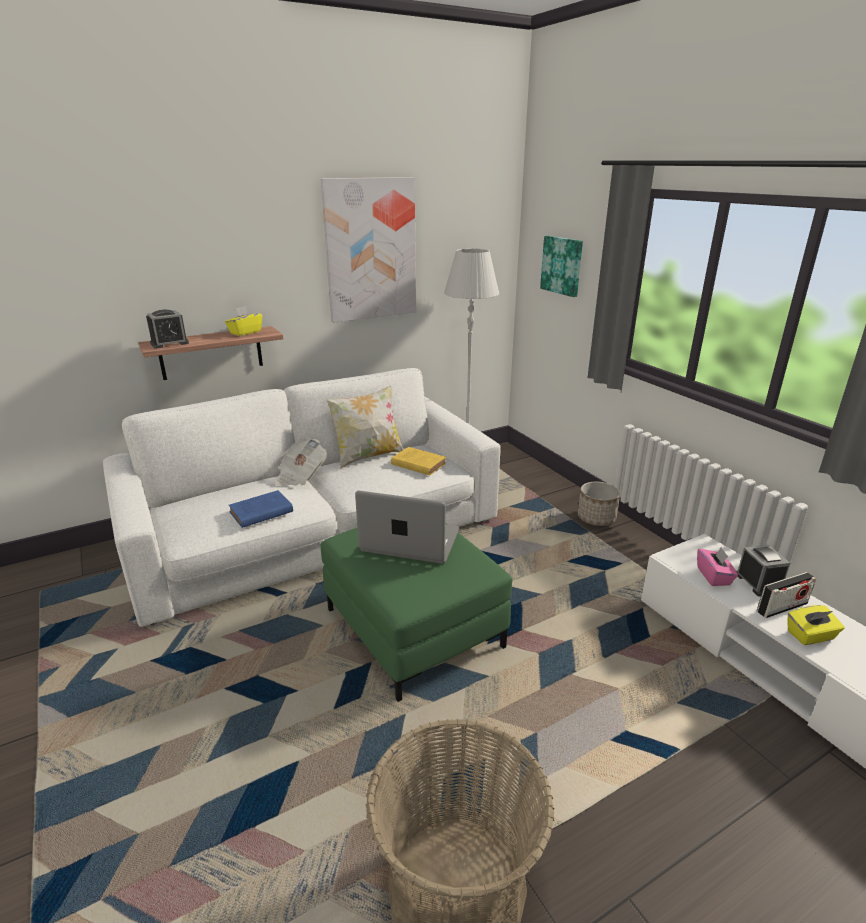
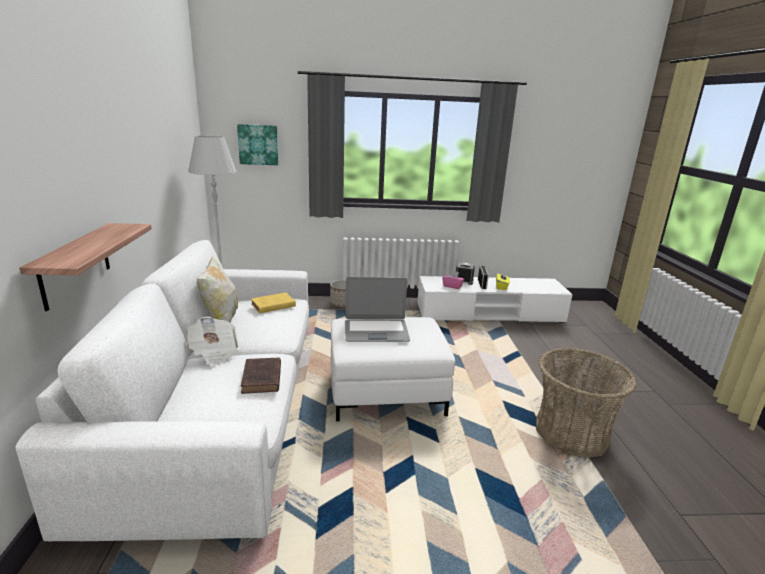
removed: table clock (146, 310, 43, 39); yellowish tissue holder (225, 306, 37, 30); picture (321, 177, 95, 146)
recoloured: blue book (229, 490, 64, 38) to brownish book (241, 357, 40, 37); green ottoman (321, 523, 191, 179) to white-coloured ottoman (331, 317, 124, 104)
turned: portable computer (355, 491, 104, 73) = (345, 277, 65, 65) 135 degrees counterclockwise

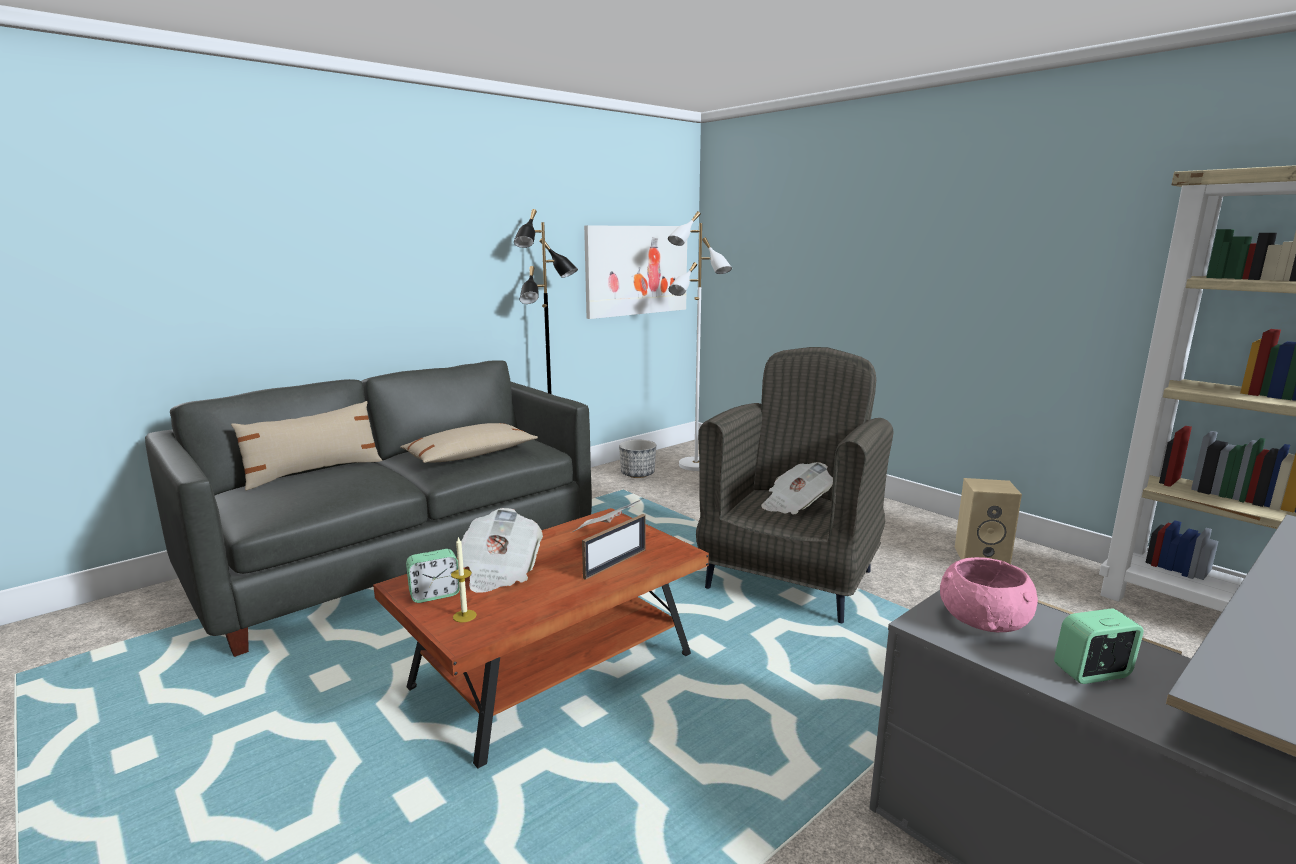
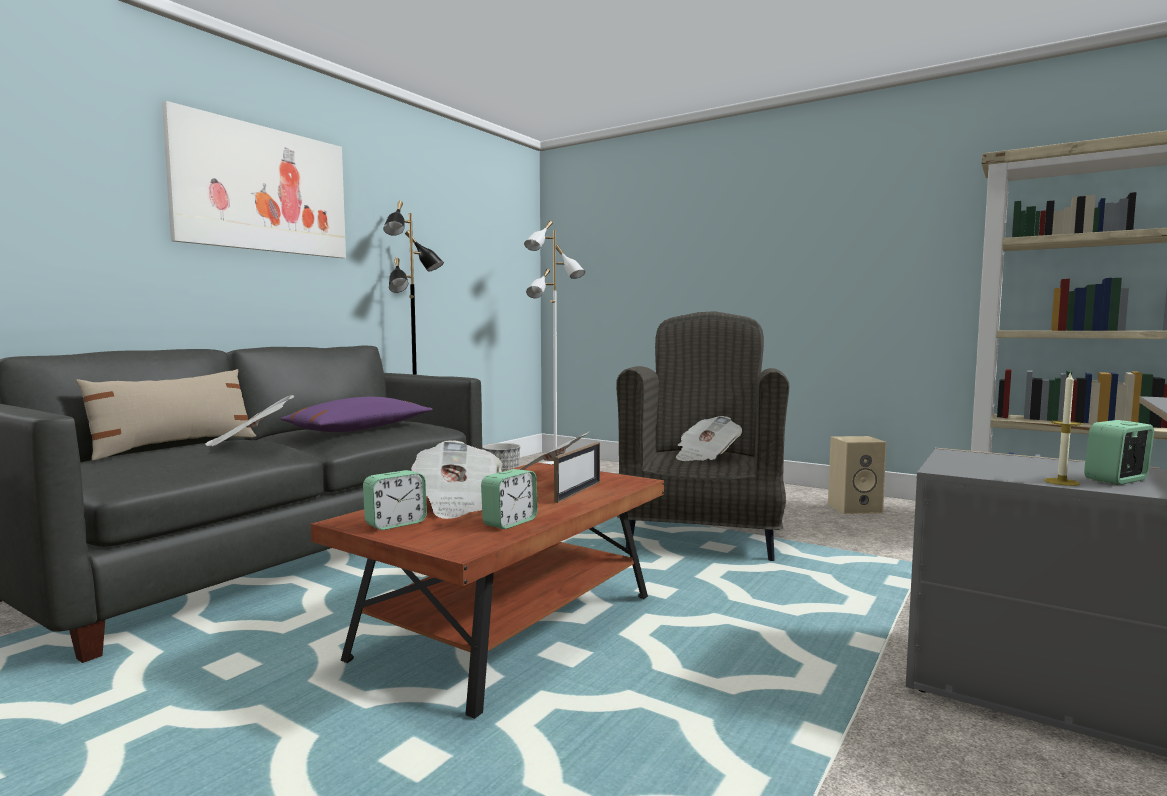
removed: pink deep dish (940, 557, 98, 75)
added: daily paper (205, 395, 89, 51); table clock (481, 469, 57, 60)
moved: picture (584, 226, 103, 93) to (162, 101, 184, 157); wax candle (451, 537, 26, 85) to (1044, 372, 38, 114)
recoloured: beige cushion (400, 423, 138, 40) to purple-coloured cushion (280, 397, 153, 35)

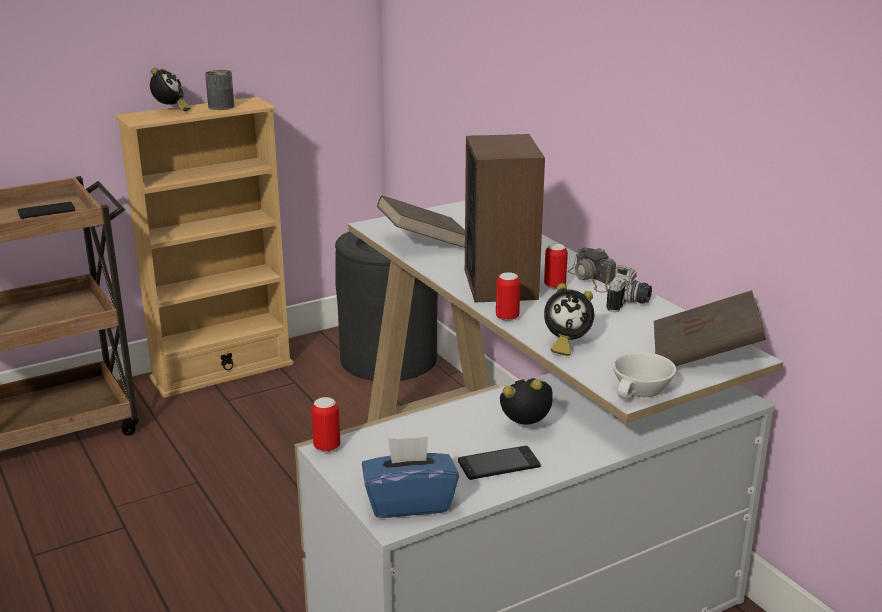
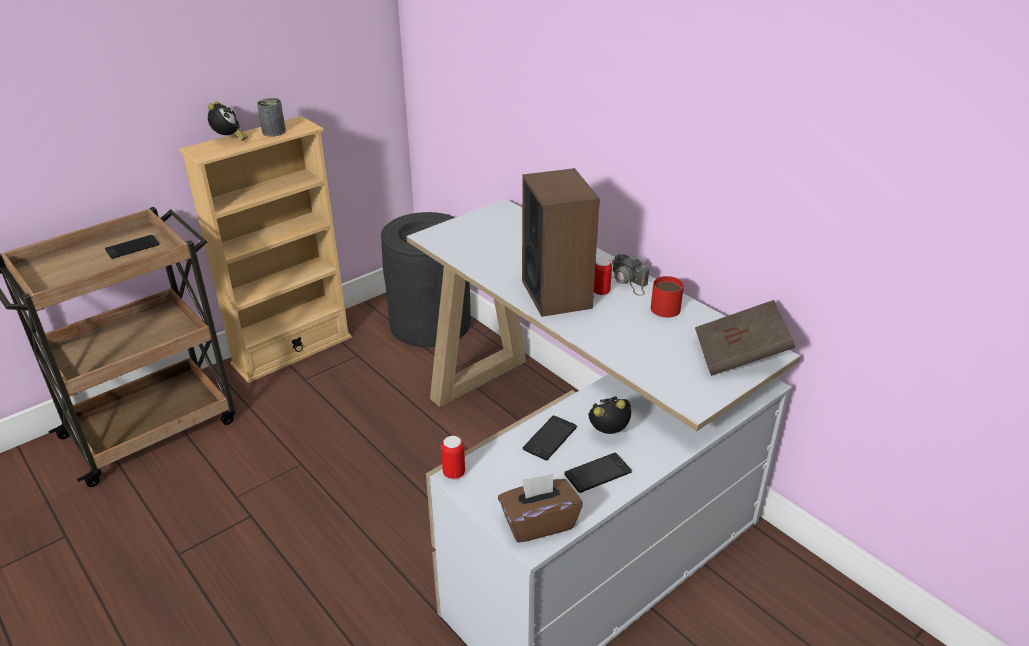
removed: brownish book (377, 195, 88, 53); metal can (496, 272, 24, 49); table clock (544, 283, 50, 73); white-coloured drinking cup (612, 352, 64, 47)
added: telephone (523, 416, 54, 44)
replaced: still camera (606, 266, 46, 46) to reddish tea mug (651, 276, 33, 42)
recoloured: blue tissue holder (362, 436, 97, 82) to brownish tissue holder (498, 474, 85, 69)

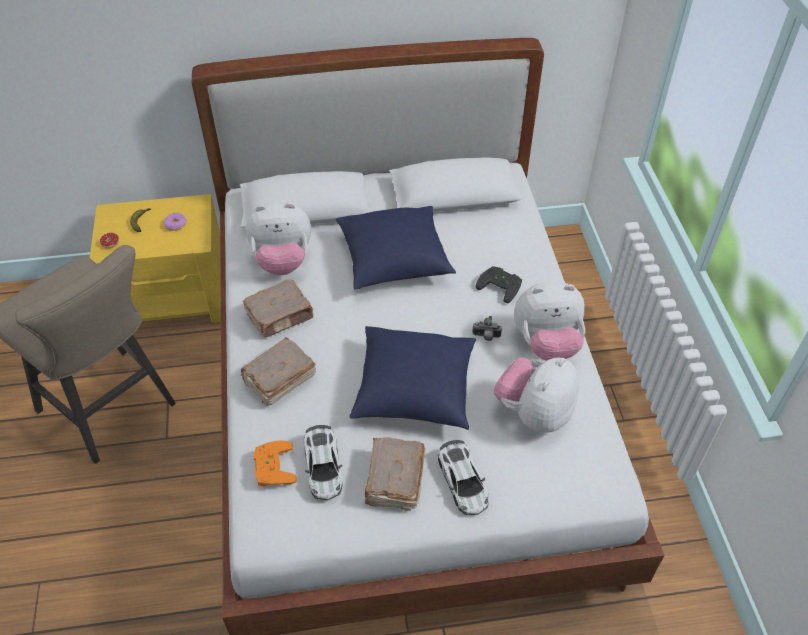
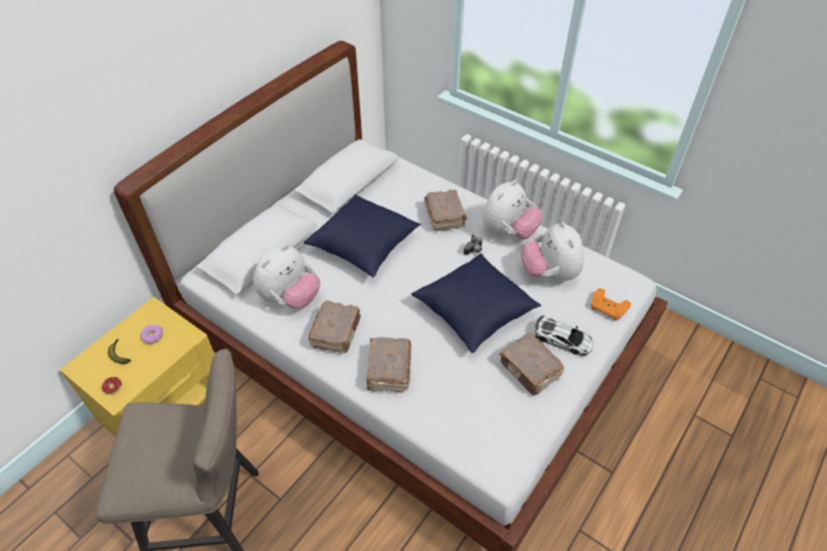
removed: miniature car (303, 425, 39, 75)
moved: orangey gamepad (254, 441, 42, 46) to (591, 288, 40, 33)
replaced: black-coloured gamepad (476, 266, 46, 38) to brownish book (424, 189, 43, 42)

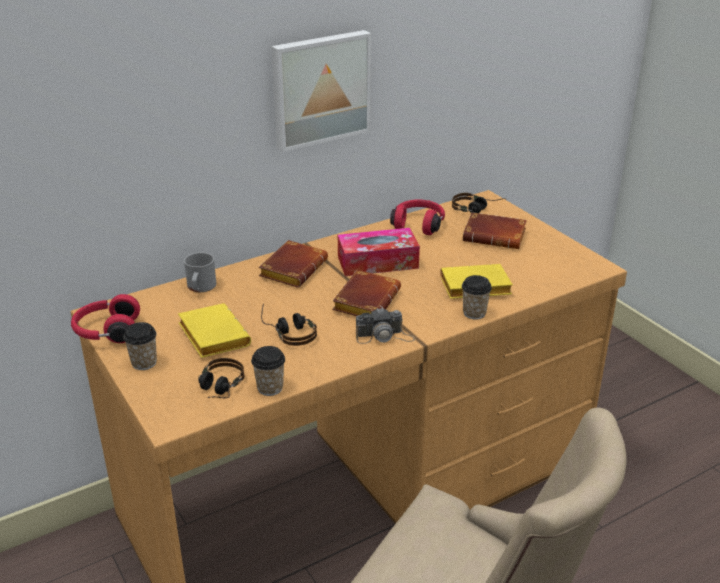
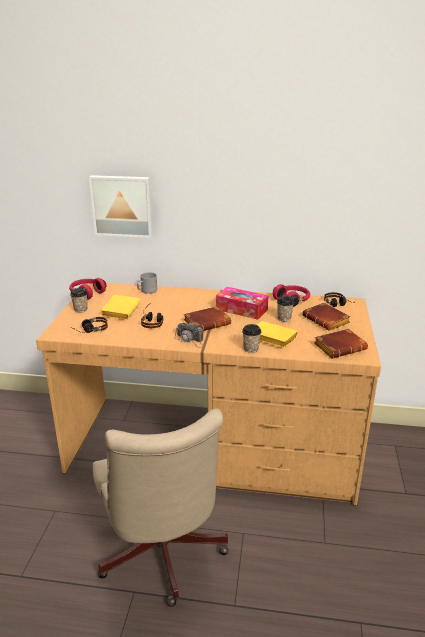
moved: picture (271, 30, 100, 122) to (89, 175, 64, 63); drinking cup (251, 346, 34, 50) to (277, 296, 17, 26); brownish book (259, 240, 69, 48) to (314, 329, 54, 30)

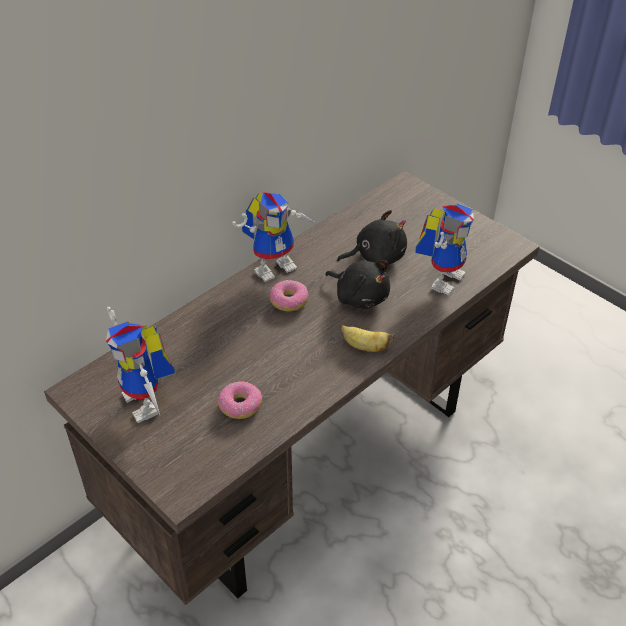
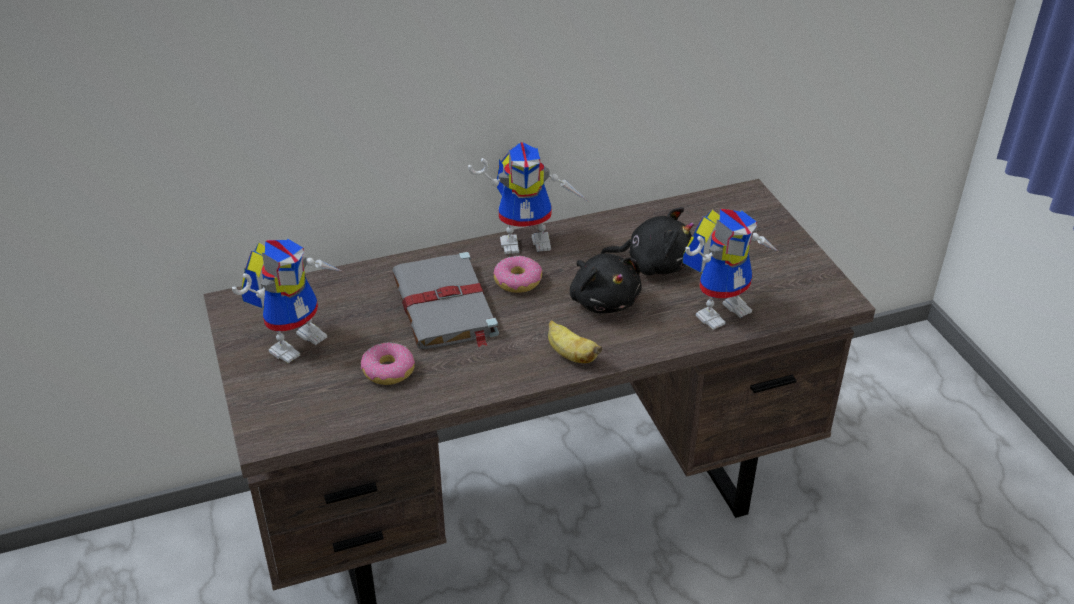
added: gray book (392, 252, 107, 97)
turned: model robot (106, 307, 69, 116) = (232, 238, 110, 125) 135 degrees counterclockwise

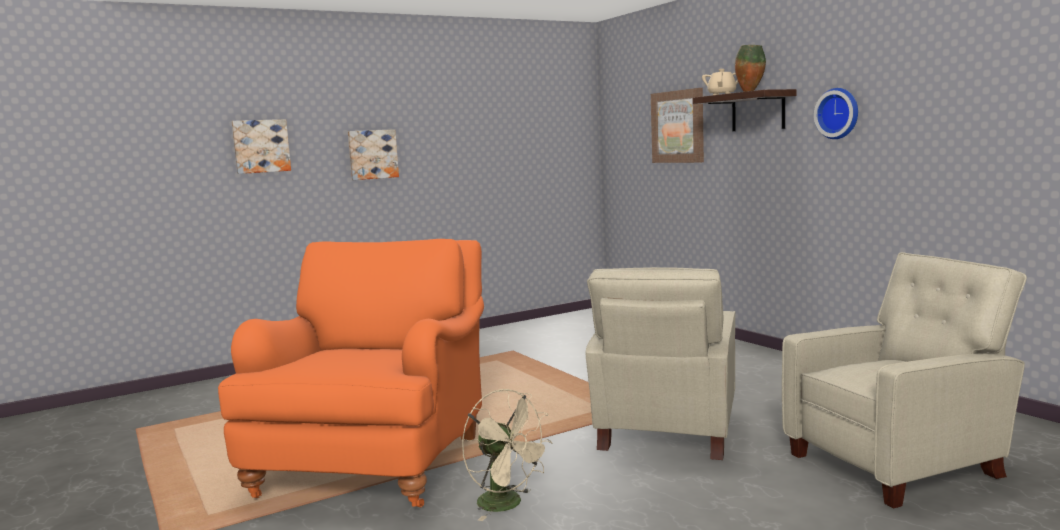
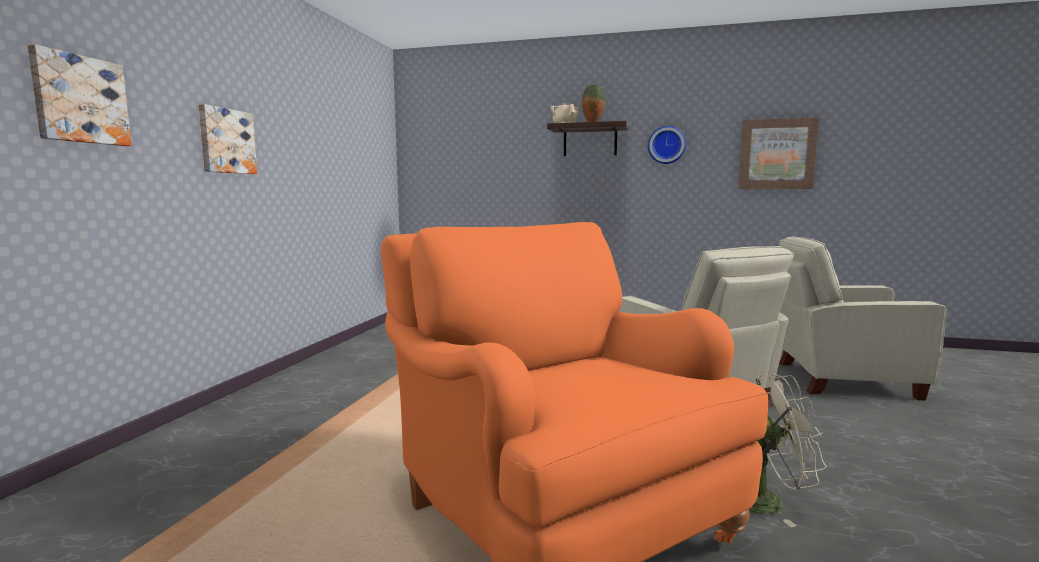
moved: picture (651, 88, 53, 75) to (739, 117, 80, 72)
turned: beige armchair (782, 252, 245, 256) = (779, 236, 168, 165) 105 degrees counterclockwise

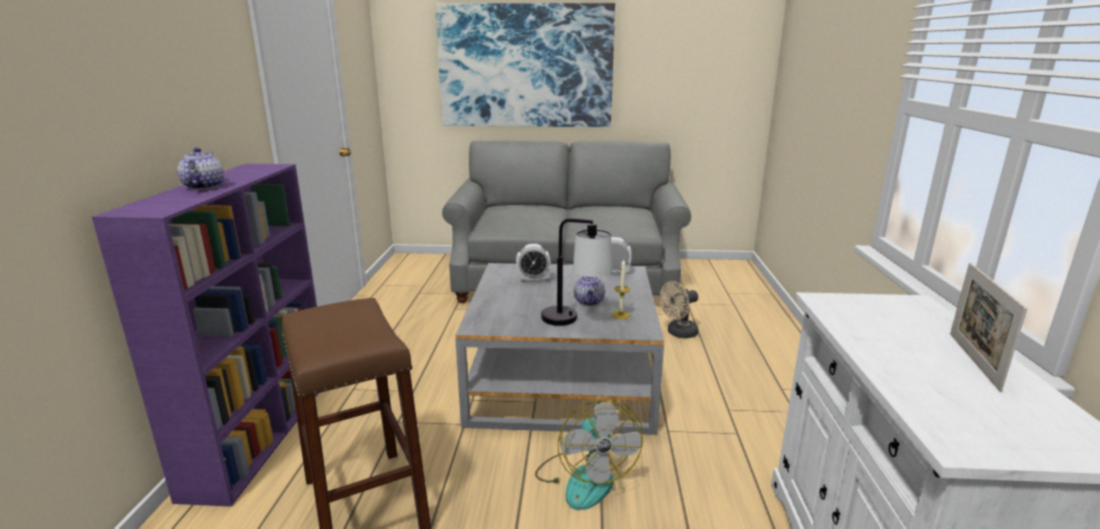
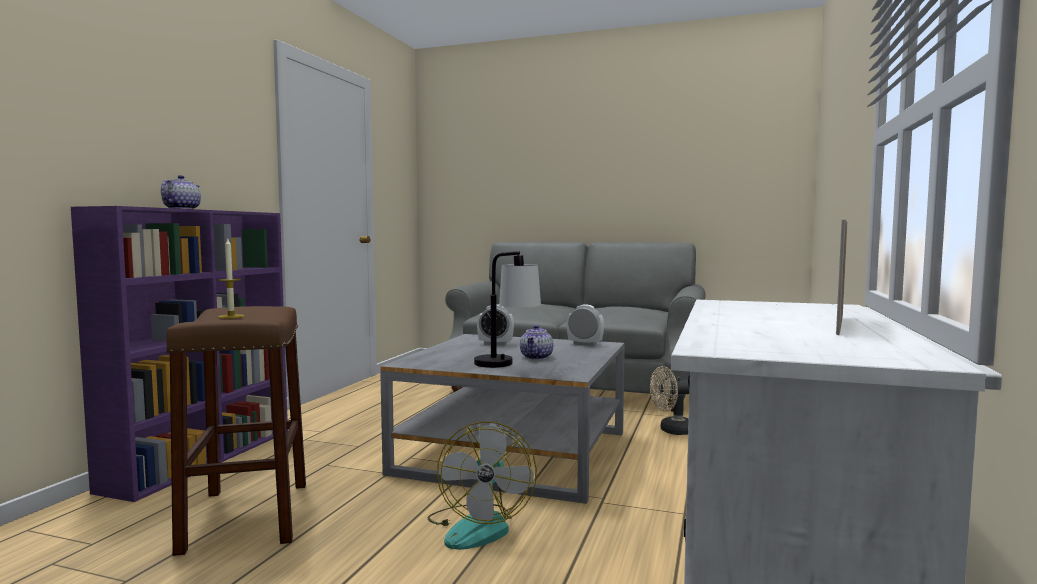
removed: picture (435, 3, 180, 124)
moved: wax candle (612, 259, 18, 60) to (218, 239, 27, 79)

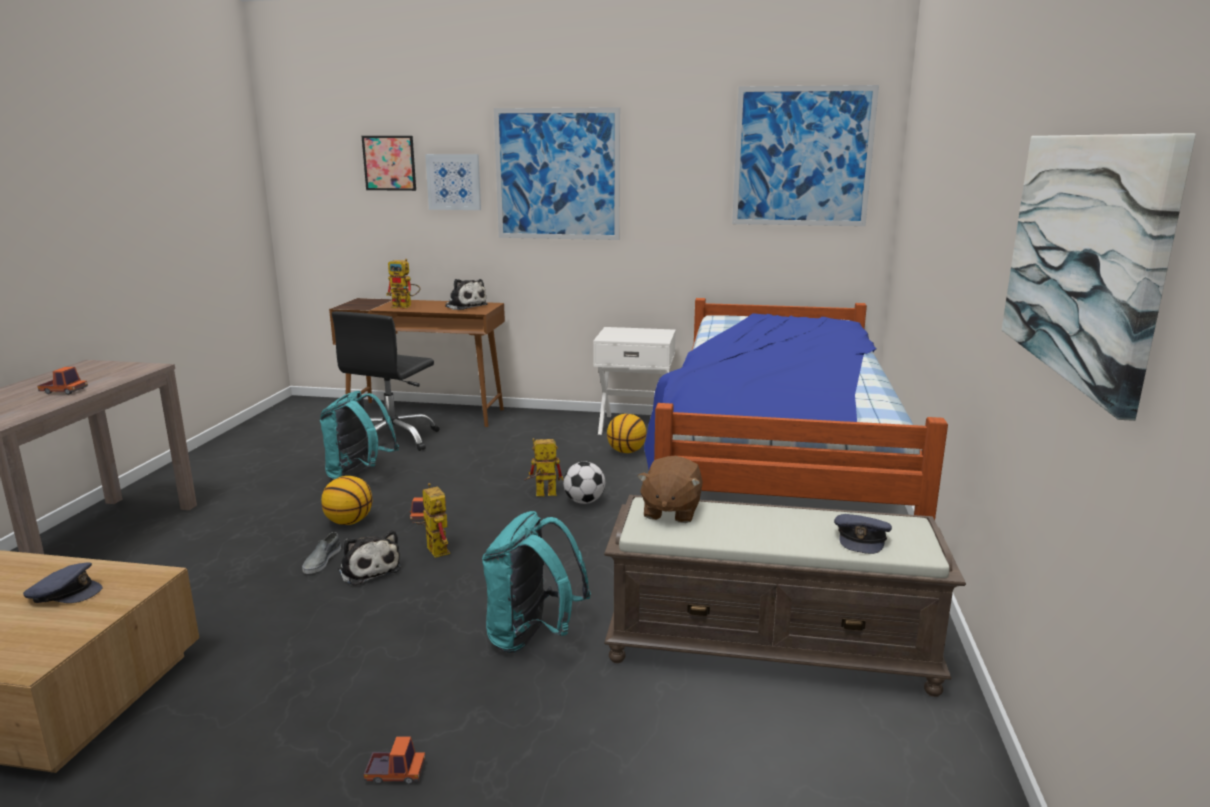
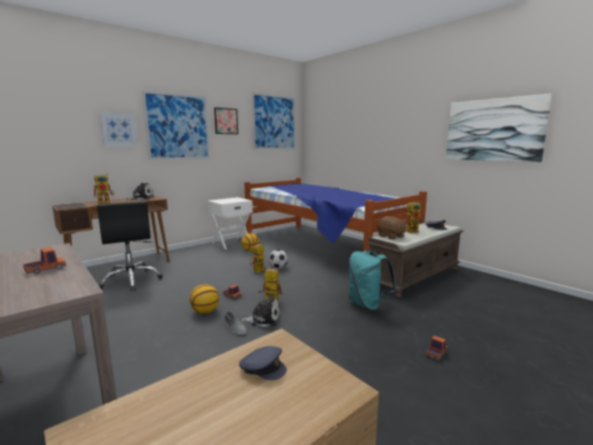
removed: turquoise-coloured backpack (320, 391, 79, 89)
added: model robot (406, 201, 17, 32)
moved: picture (362, 136, 54, 55) to (214, 107, 24, 27)
turned: gray peaked cap (23, 562, 79, 41) = (239, 346, 48, 34) 75 degrees clockwise

